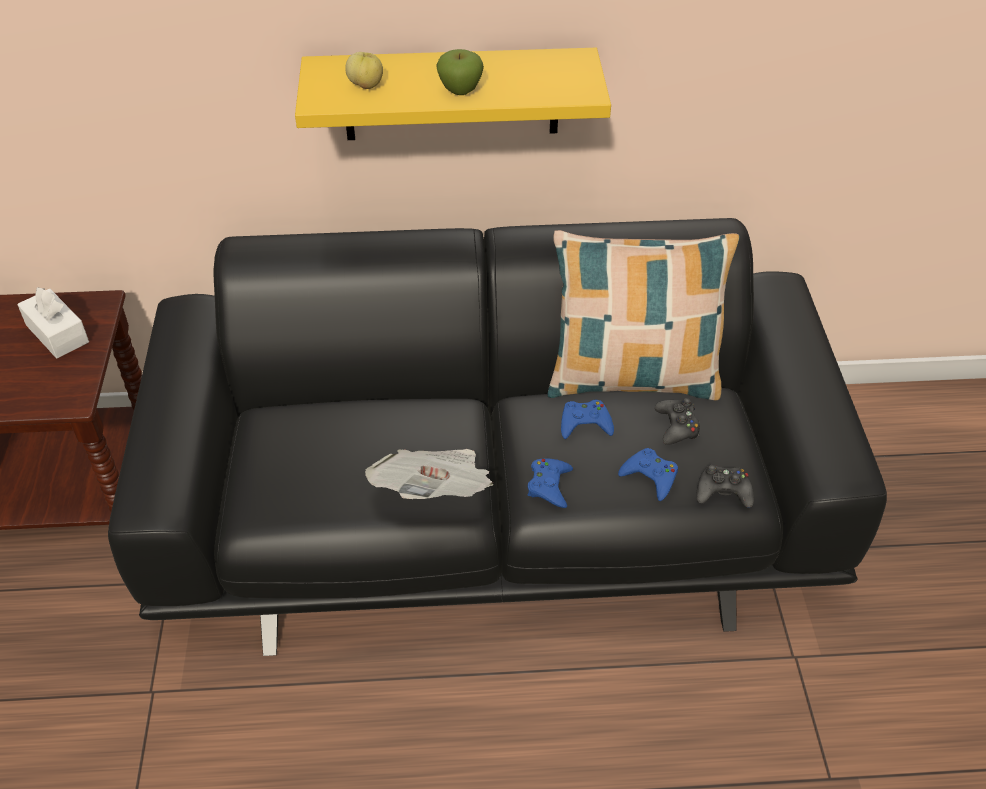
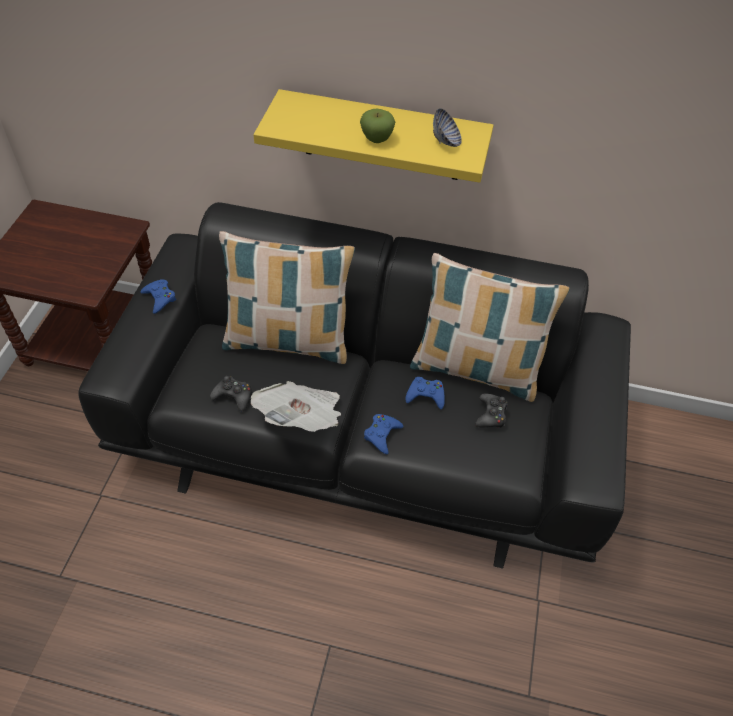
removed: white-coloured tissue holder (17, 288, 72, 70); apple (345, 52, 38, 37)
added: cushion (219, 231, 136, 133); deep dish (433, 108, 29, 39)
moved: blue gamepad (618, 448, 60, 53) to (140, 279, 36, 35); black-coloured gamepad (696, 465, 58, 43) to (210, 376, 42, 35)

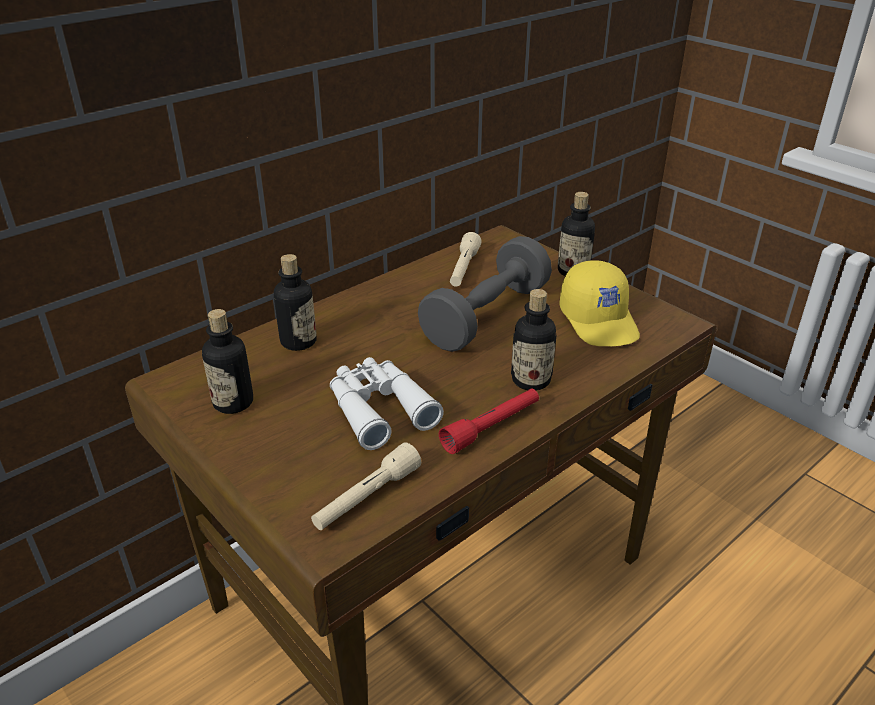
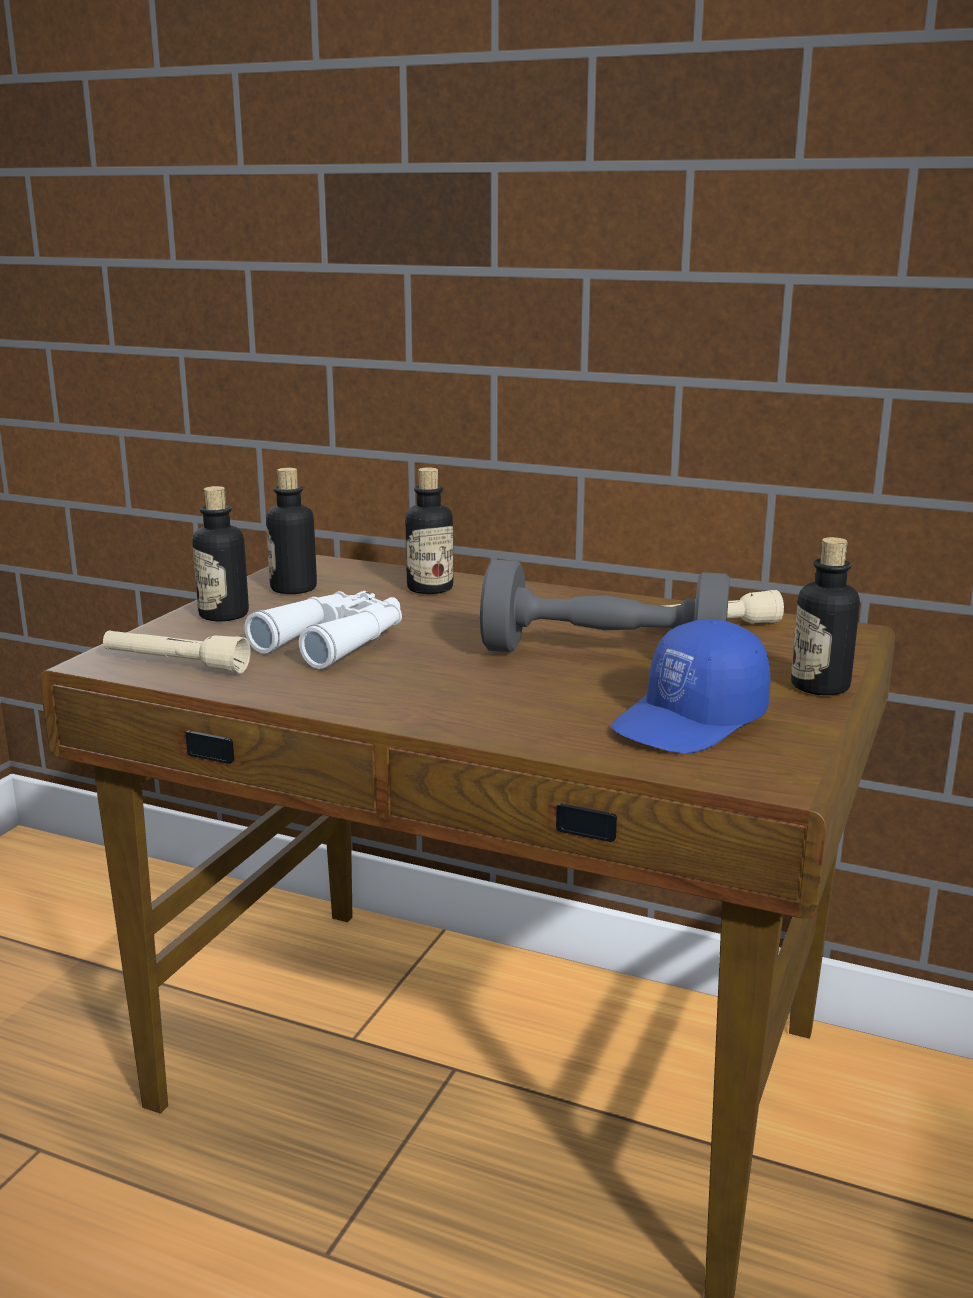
removed: reddish hand torch (439, 389, 100, 65)
moved: beverage bottle (511, 289, 46, 102) to (192, 486, 57, 135)
recoloured: yellowish peaked cap (560, 260, 80, 86) to blue peaked cap (611, 619, 160, 135)

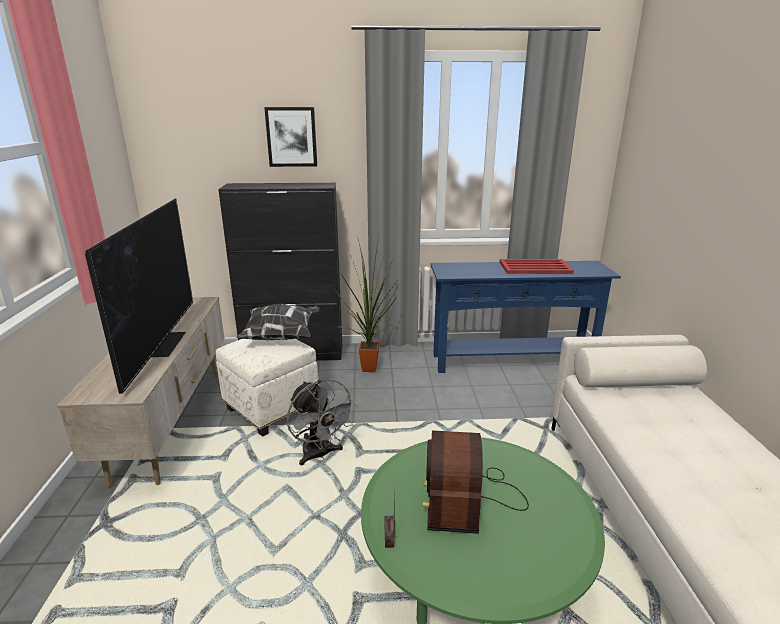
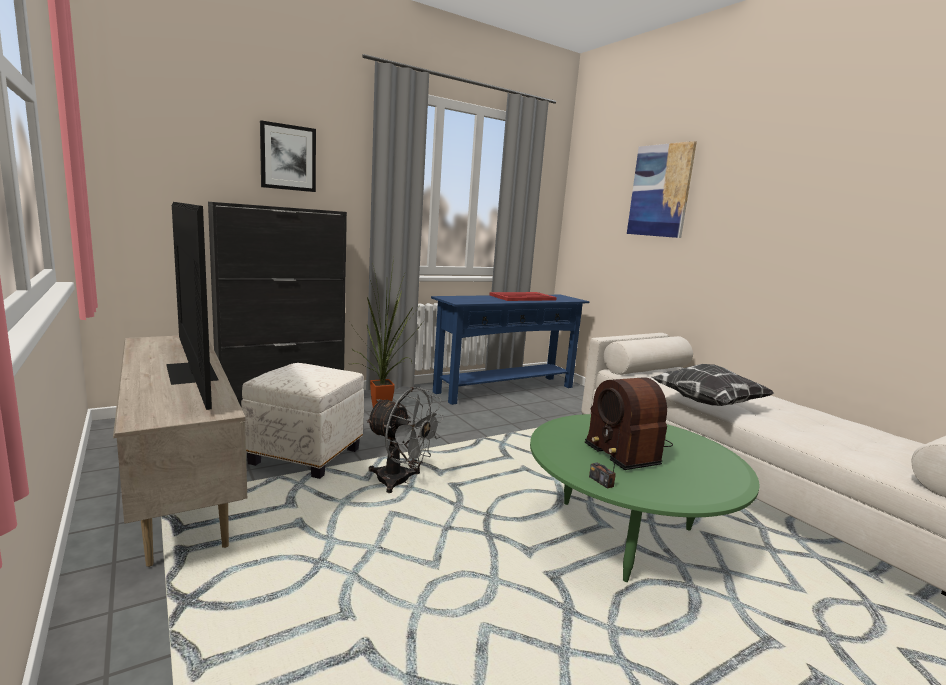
added: picture (627, 141, 70, 97)
moved: cushion (236, 304, 84, 36) to (651, 364, 123, 42)

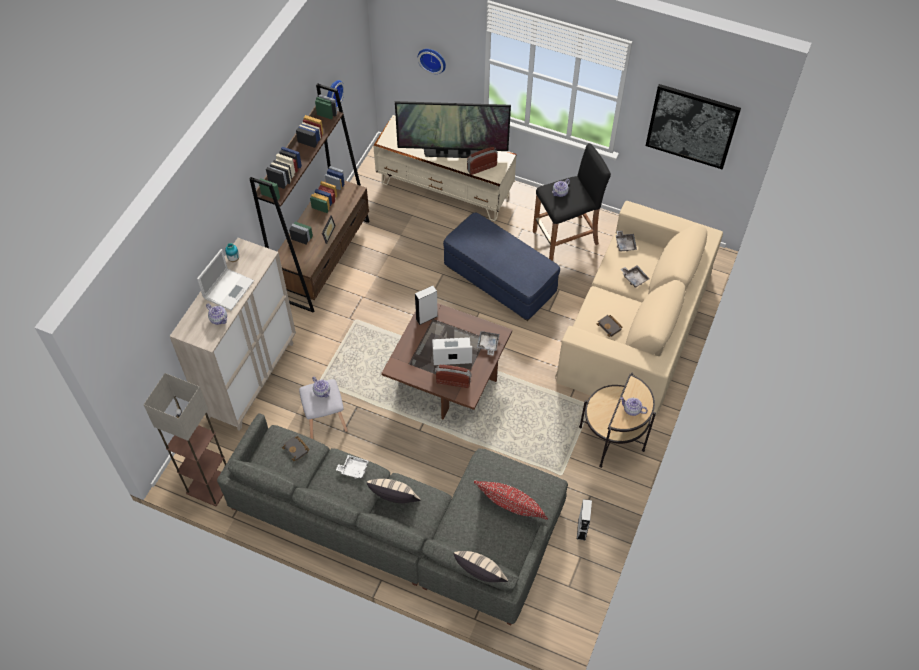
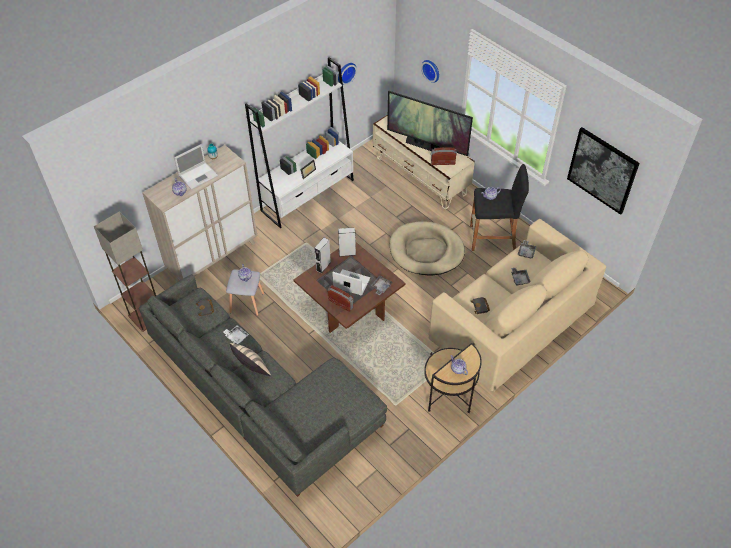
removed: beige cushion (454, 551, 54, 31); reddish cushion (474, 480, 74, 40)
moved: gray speaker (577, 499, 15, 41) to (315, 237, 16, 36)
replaced: blue ottoman (443, 213, 117, 108) to beige dog bed (390, 221, 75, 54)
recoloured: brownish shelving unit (249, 83, 120, 230) to white-coloured shelving unit (245, 57, 109, 171)

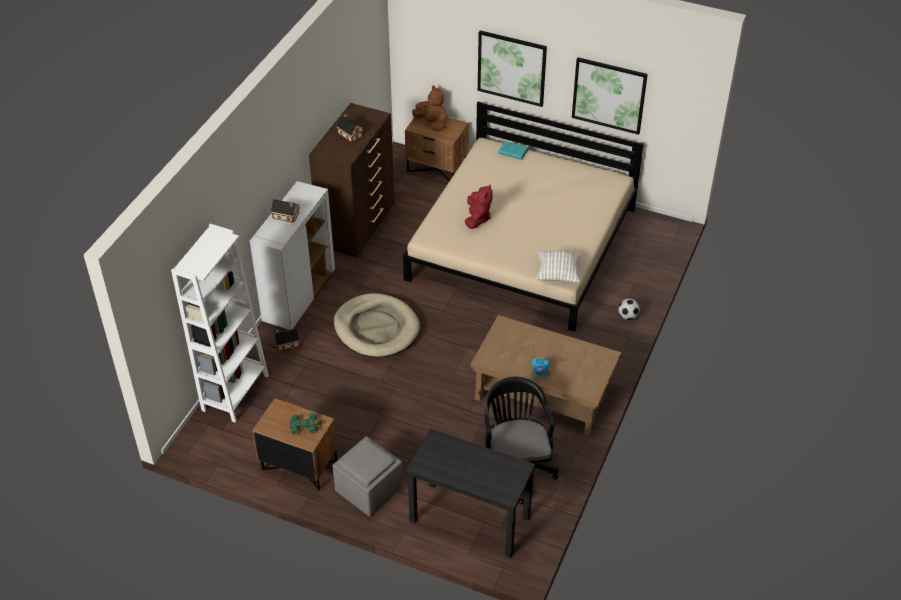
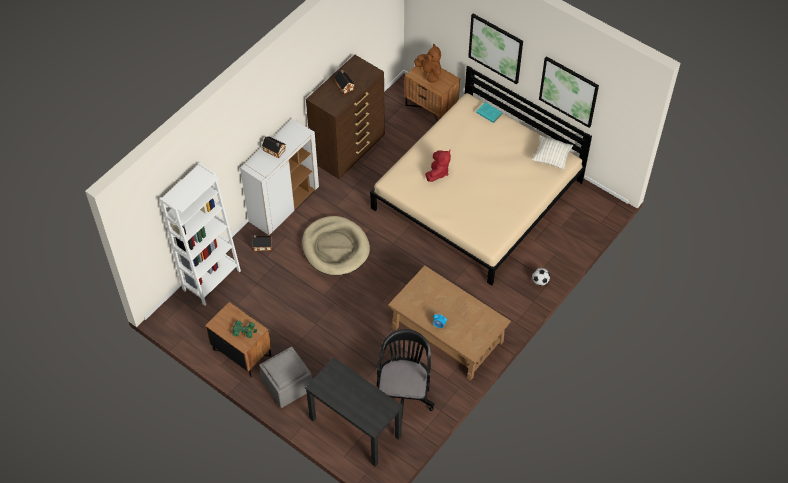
moved: cushion (536, 250, 45, 32) to (532, 136, 41, 33)

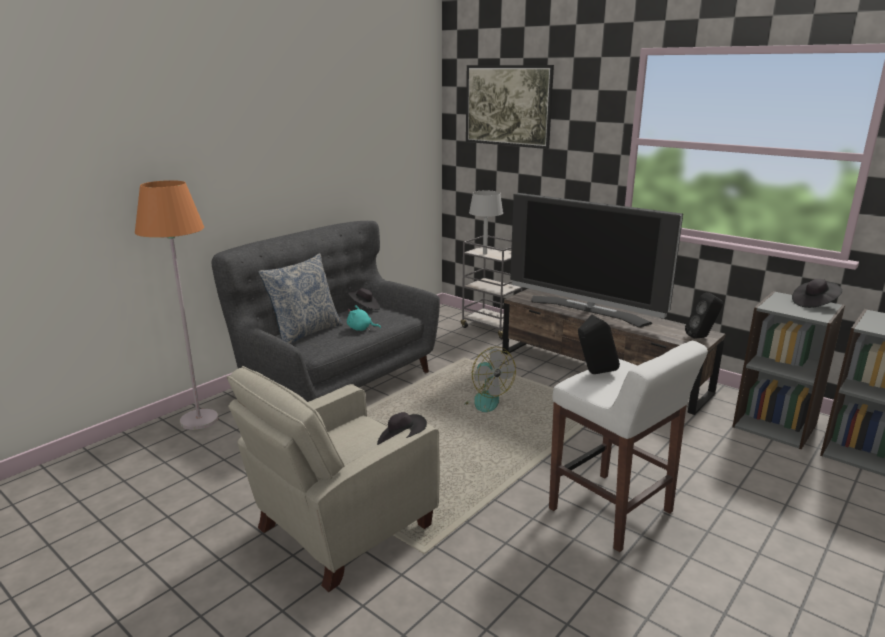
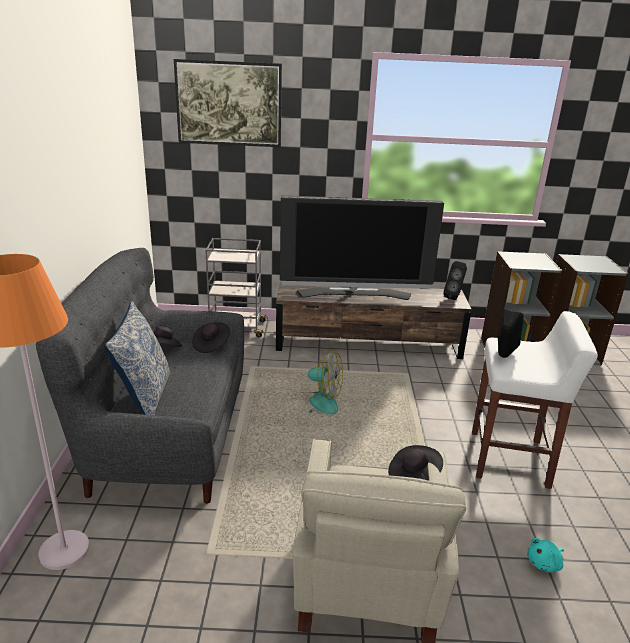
removed: gray lamp for a table (469, 191, 34, 63)
moved: black-coloured clothing hat (792, 279, 50, 29) to (192, 322, 38, 31); turquoise-coloured soft toy (347, 305, 34, 26) to (527, 538, 37, 34)

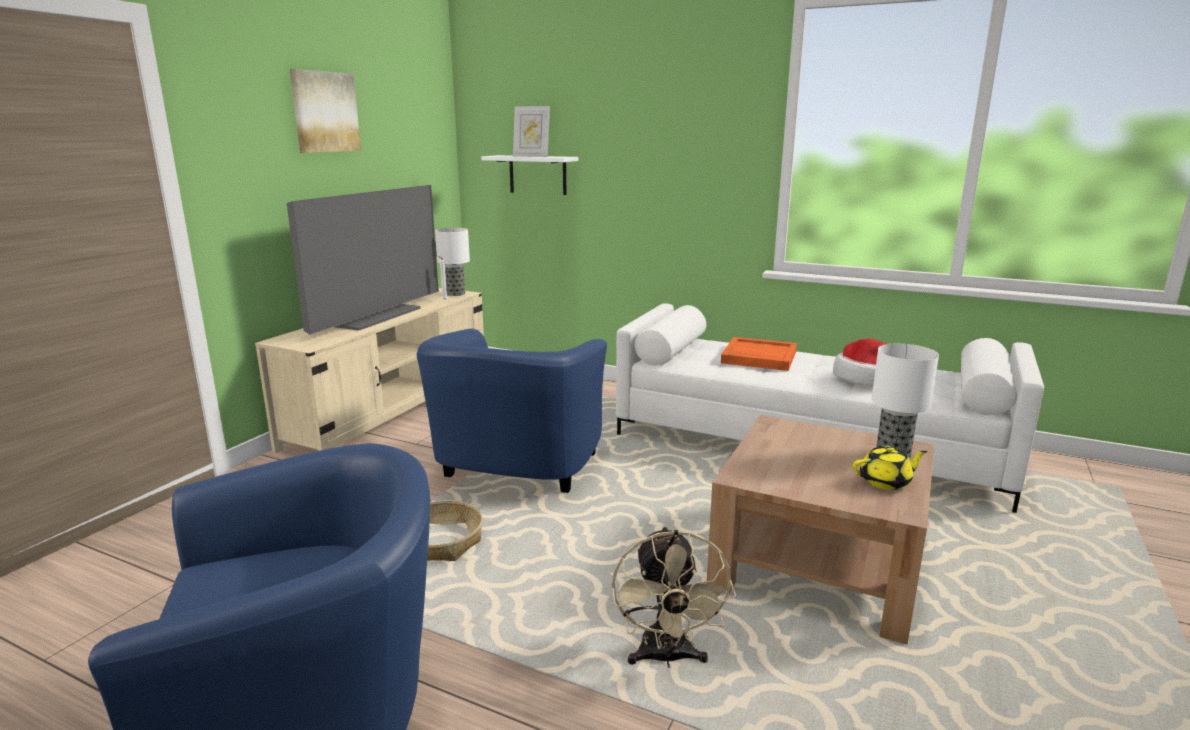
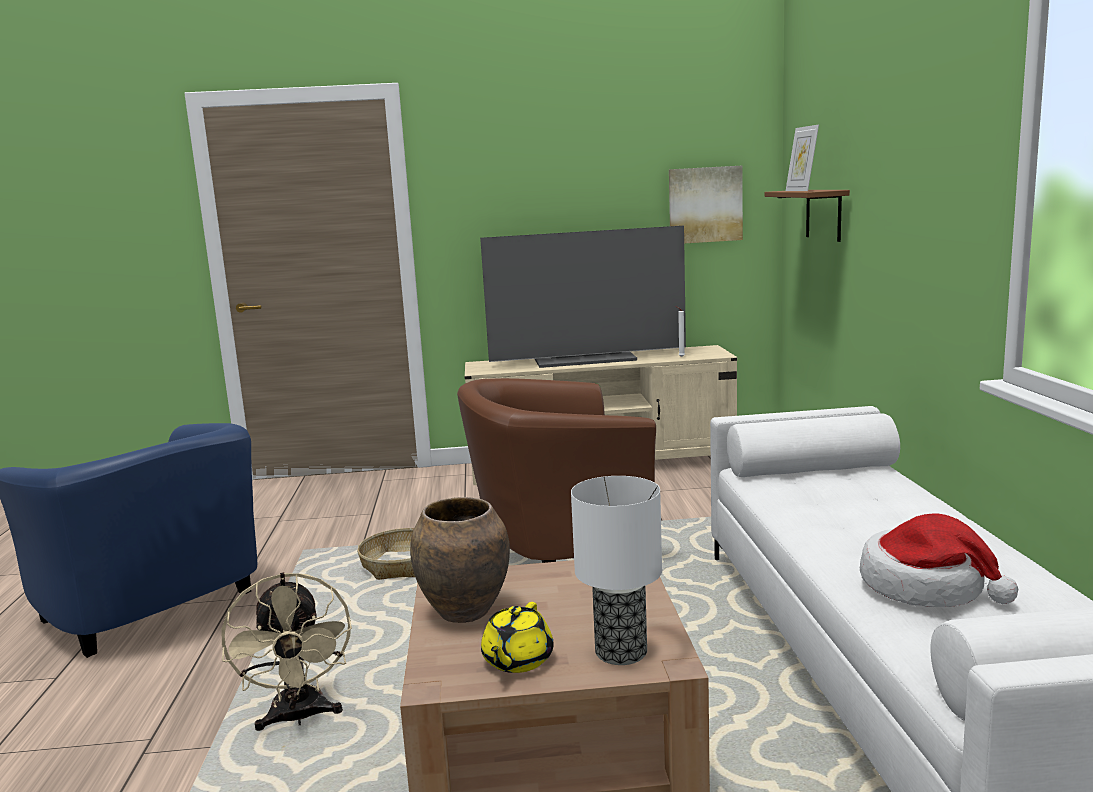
removed: lamp for a table (435, 228, 35, 68); orangey carrying tray (721, 337, 76, 34)
added: brownish decorative vase (410, 497, 100, 126)
moved: picture (290, 69, 71, 84) to (669, 165, 74, 78)
recoloured: blue armchair (417, 329, 190, 164) to brownish armchair (457, 378, 199, 185); white-coloured wall shelf (481, 155, 97, 40) to brownish wall shelf (764, 190, 86, 52)
turned: beige fan (612, 526, 124, 142) = (222, 572, 130, 159) 75 degrees counterclockwise; yellowish teapot (853, 446, 74, 44) = (481, 602, 73, 71) 60 degrees clockwise

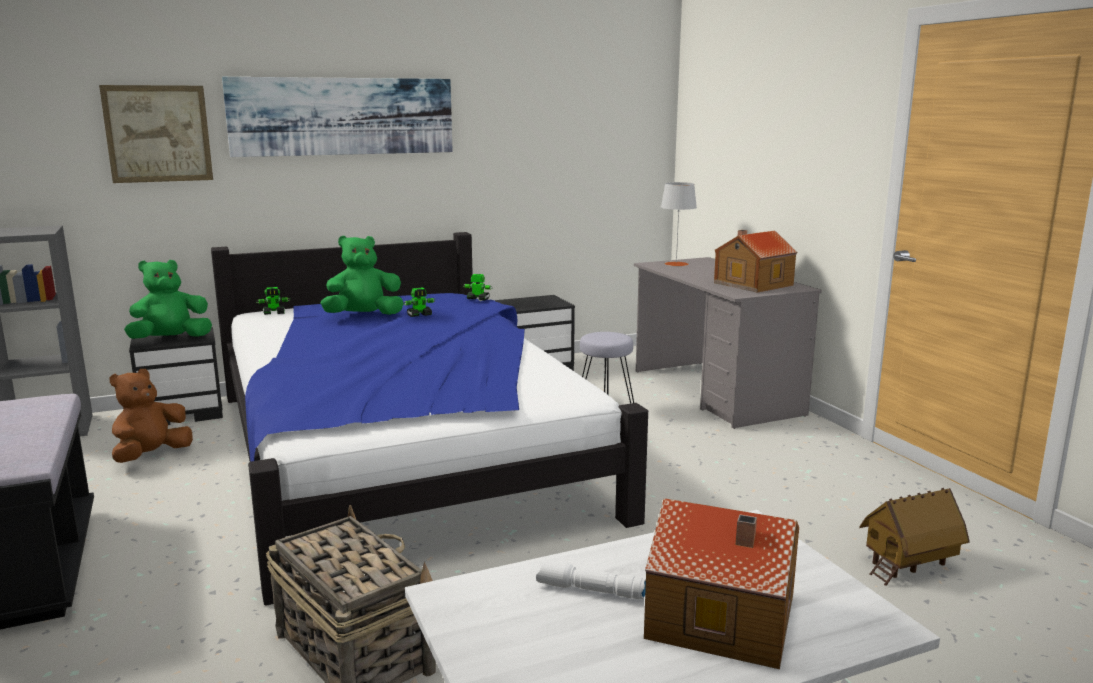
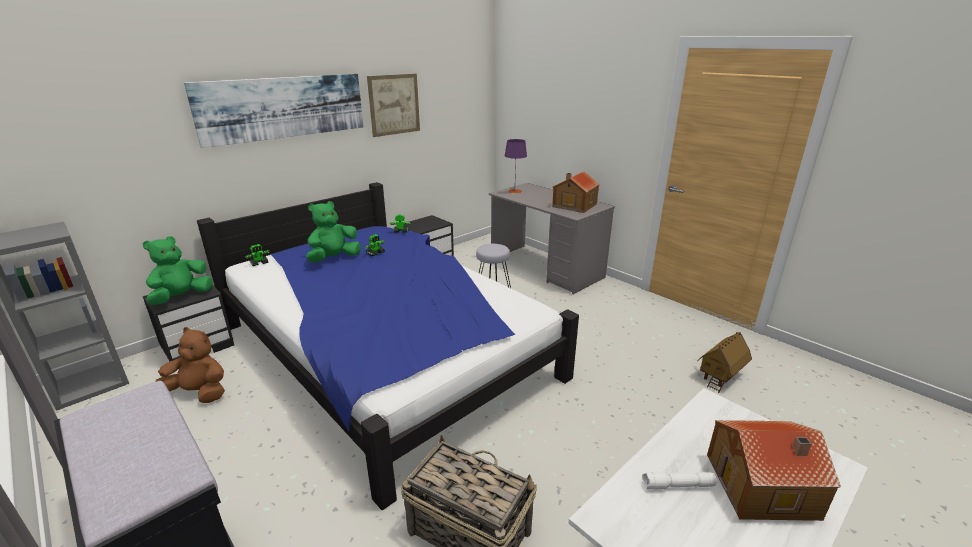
moved: picture (99, 85, 114, 98) to (367, 74, 53, 63)
recoloured: gray lamp for a table (661, 182, 36, 85) to purple-coloured lamp for a table (505, 139, 22, 55)
turned: brownish soft toy (110, 369, 83, 94) = (155, 327, 70, 76) 90 degrees clockwise

